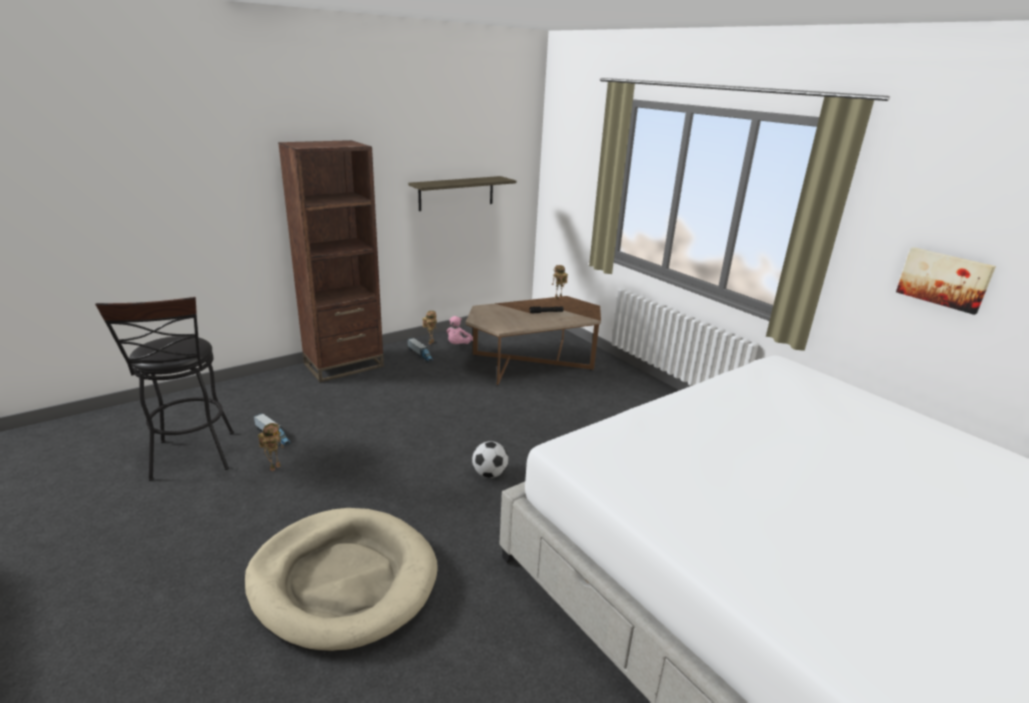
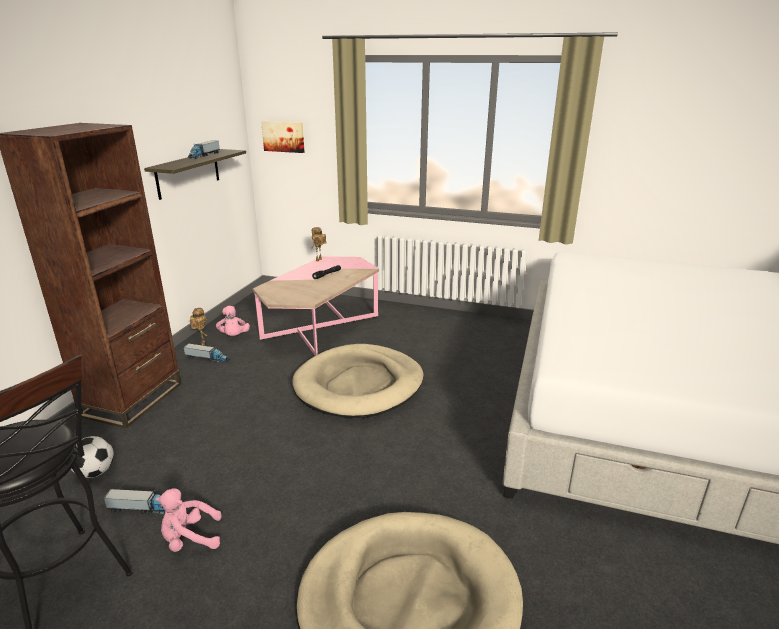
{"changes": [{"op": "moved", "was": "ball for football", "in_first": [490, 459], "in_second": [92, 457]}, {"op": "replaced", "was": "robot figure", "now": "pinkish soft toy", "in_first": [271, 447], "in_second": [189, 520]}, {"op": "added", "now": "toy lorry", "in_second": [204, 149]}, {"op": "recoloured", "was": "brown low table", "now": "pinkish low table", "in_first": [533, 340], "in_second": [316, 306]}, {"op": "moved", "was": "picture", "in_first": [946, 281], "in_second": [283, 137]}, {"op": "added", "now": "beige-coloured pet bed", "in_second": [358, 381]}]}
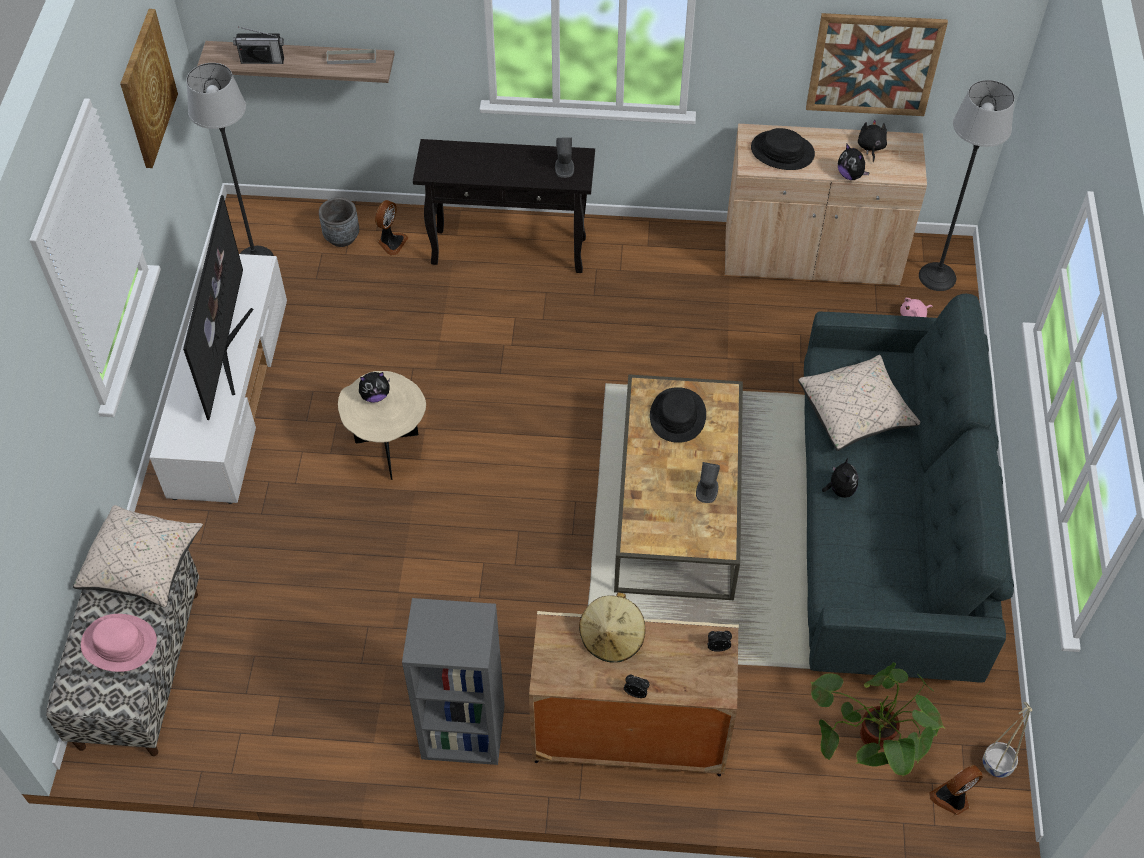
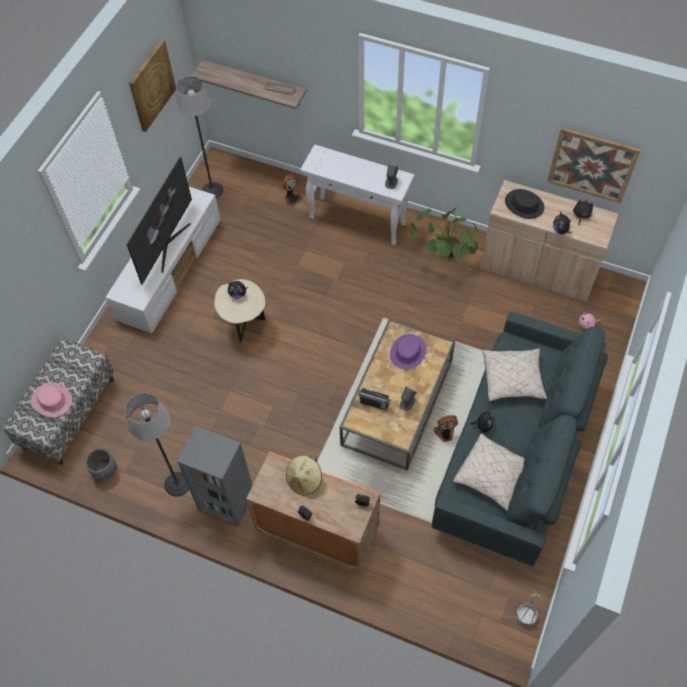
{"changes": [{"op": "moved", "was": "gray flower pot", "in_first": [339, 222], "in_second": [101, 464]}, {"op": "moved", "was": "standard lamp", "in_first": [967, 185], "in_second": [157, 445]}, {"op": "recoloured", "was": "beige-coloured cupboard", "now": "orange-coloured cupboard", "in_first": [634, 693], "in_second": [313, 511]}, {"op": "recoloured", "was": "black console table", "now": "white-coloured console table", "in_first": [504, 206], "in_second": [357, 194]}, {"op": "moved", "was": "radio set", "in_first": [258, 45], "in_second": [374, 399]}, {"op": "recoloured", "was": "black wearable hat", "now": "purplish wearable hat", "in_first": [678, 415], "in_second": [408, 352]}, {"op": "moved", "was": "plant in a pot", "in_first": [878, 719], "in_second": [444, 234]}, {"op": "moved", "was": "fan", "in_first": [956, 790], "in_second": [446, 428]}, {"op": "moved", "was": "beige-coloured pillow", "in_first": [138, 556], "in_second": [488, 472]}]}
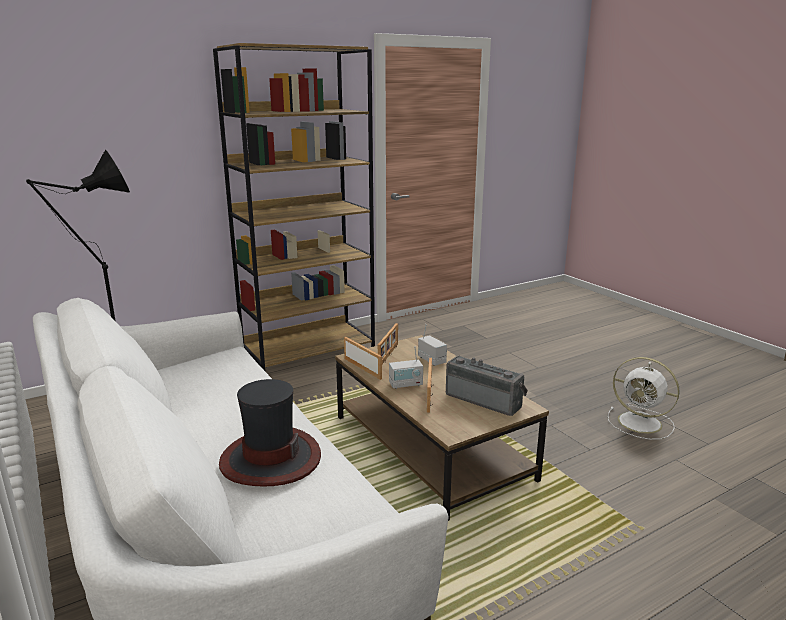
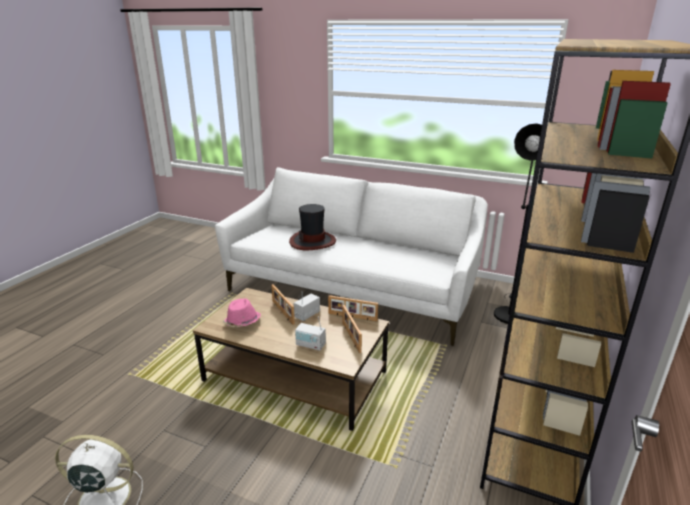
{"changes": [{"op": "replaced", "was": "radio set", "now": "pinkish wearable hat", "in_first": [487, 386], "in_second": [242, 312]}]}
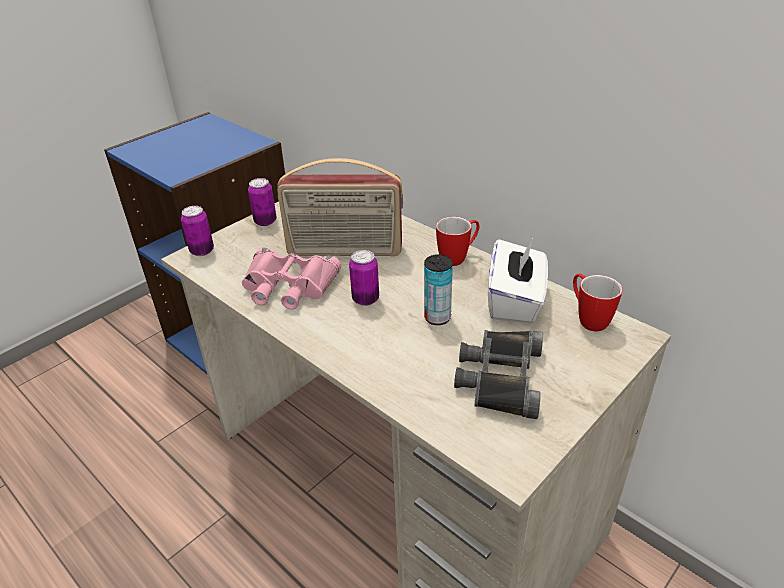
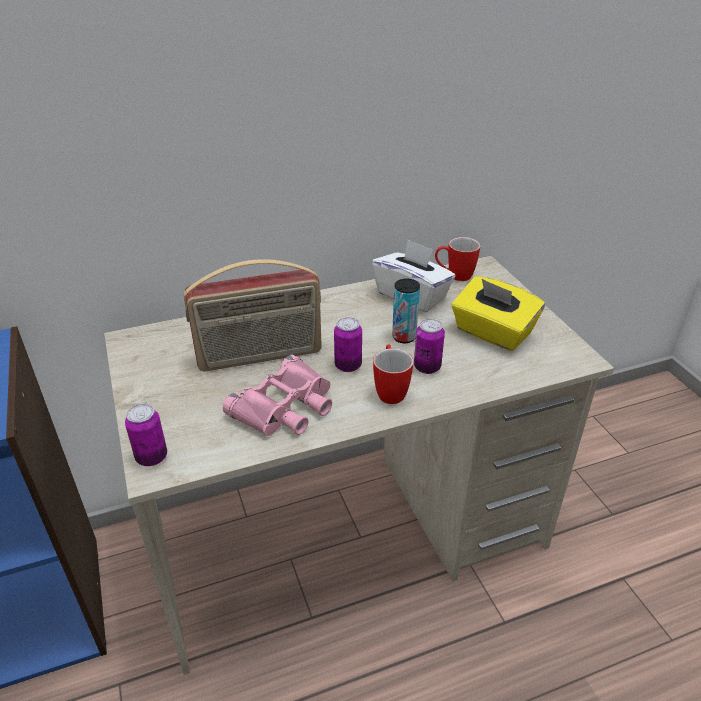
{"changes": [{"op": "turned", "was": "radio set", "in_first": [340, 207], "in_second": [253, 315], "clockwise": 45}, {"op": "moved", "was": "mug", "in_first": [457, 241], "in_second": [393, 374]}, {"op": "moved", "was": "metal can", "in_first": [262, 202], "in_second": [429, 346]}, {"op": "replaced", "was": "black binoculars", "now": "yellow box of tissues", "in_first": [498, 374], "in_second": [498, 314]}]}
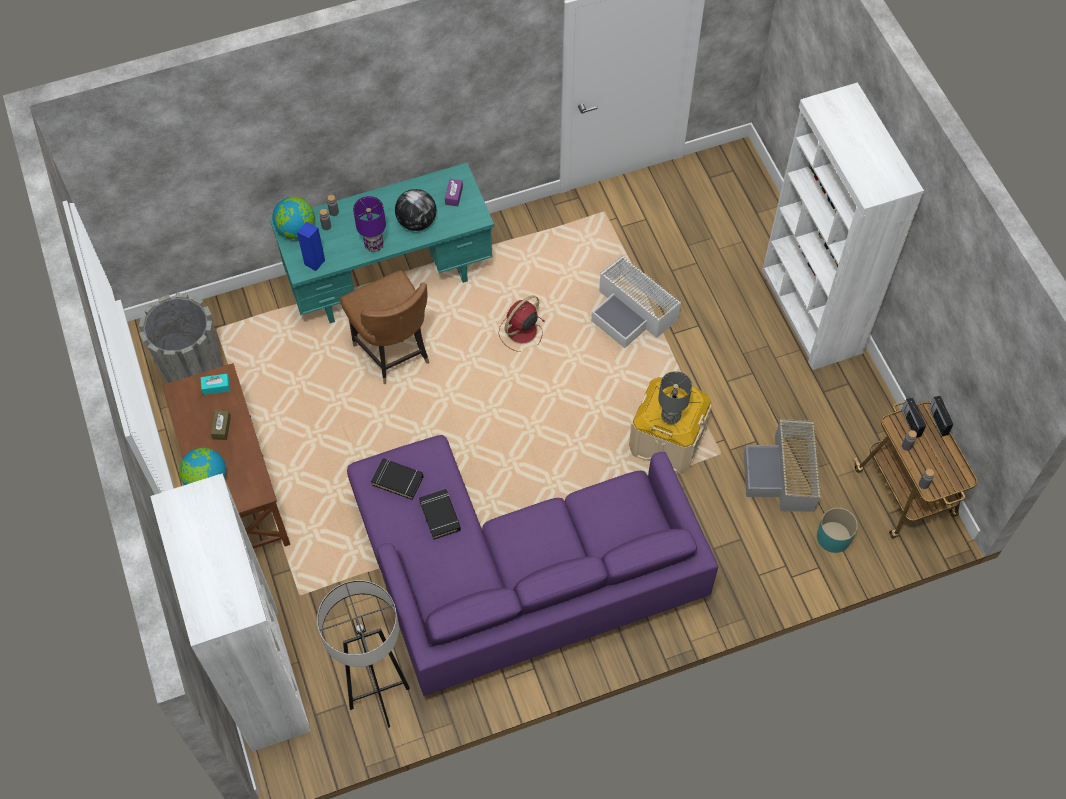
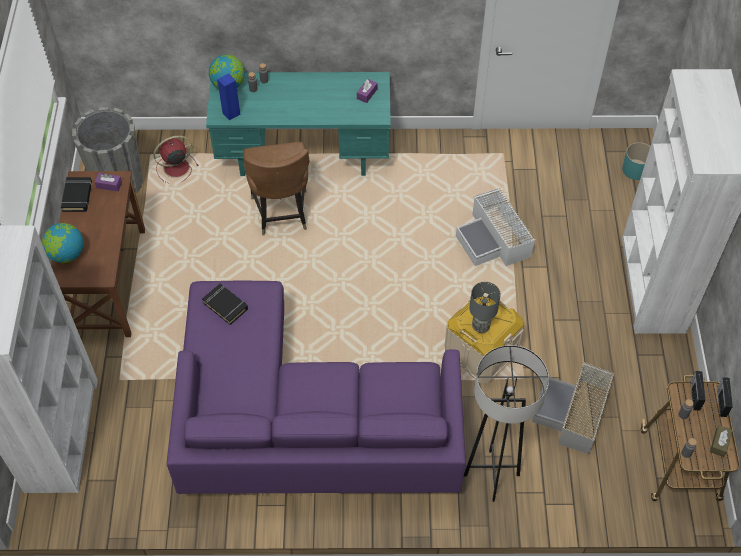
{"changes": [{"op": "moved", "was": "black volume", "in_first": [440, 514], "in_second": [76, 194]}, {"op": "recoloured", "was": "blue-green box of tissues", "now": "purplish box of tissues", "in_first": [215, 384], "in_second": [108, 182]}, {"op": "moved", "was": "red-coloured fan", "in_first": [522, 323], "in_second": [175, 159]}, {"op": "moved", "was": "gray standard lamp", "in_first": [363, 654], "in_second": [506, 423]}, {"op": "moved", "was": "blue-green flower pot", "in_first": [837, 530], "in_second": [636, 161]}, {"op": "moved", "was": "brown box of tissues", "in_first": [220, 425], "in_second": [721, 441]}, {"op": "removed", "was": "purplish table lamp", "in_first": [369, 224]}, {"op": "removed", "was": "globe", "in_first": [415, 210]}]}
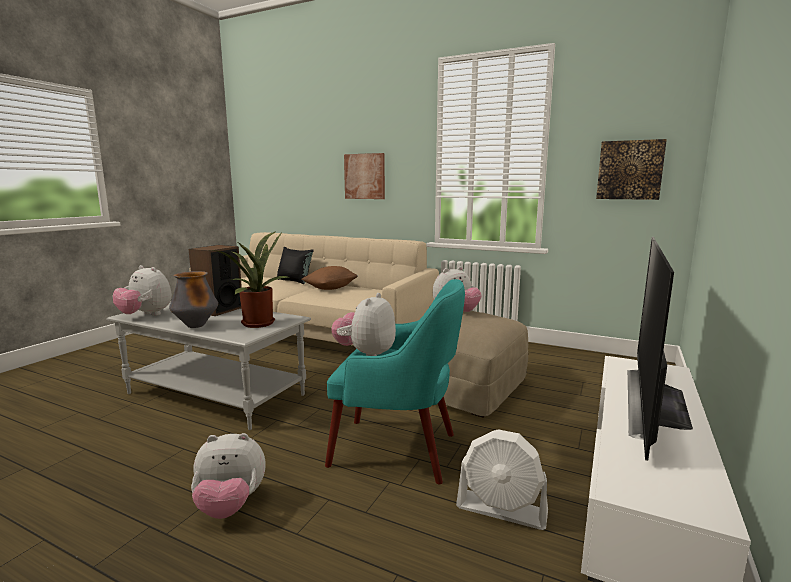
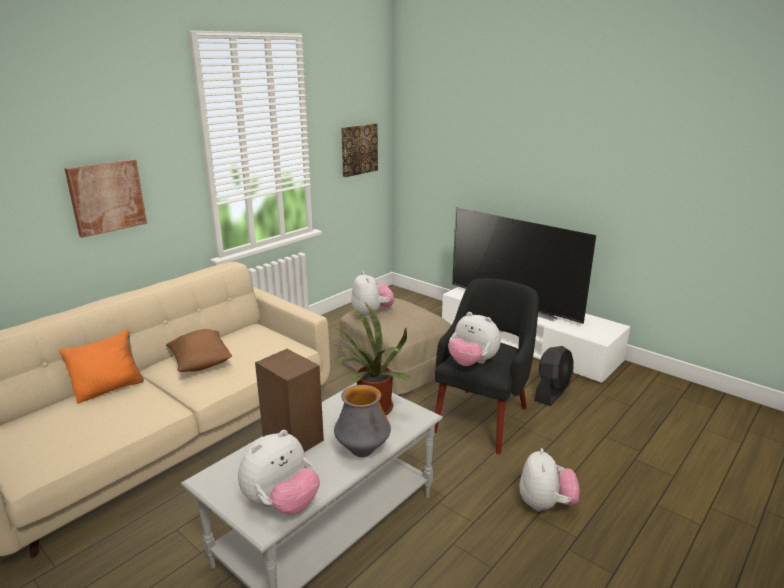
{"changes": [{"op": "recoloured", "was": "black pillow", "now": "orange-coloured pillow", "in_first": [295, 265], "in_second": [101, 366]}, {"op": "recoloured", "was": "blue-green armchair", "now": "black armchair", "in_first": [395, 381], "in_second": [487, 366]}, {"op": "recoloured", "was": "white-coloured fan", "now": "black fan", "in_first": [502, 479], "in_second": [554, 376]}]}
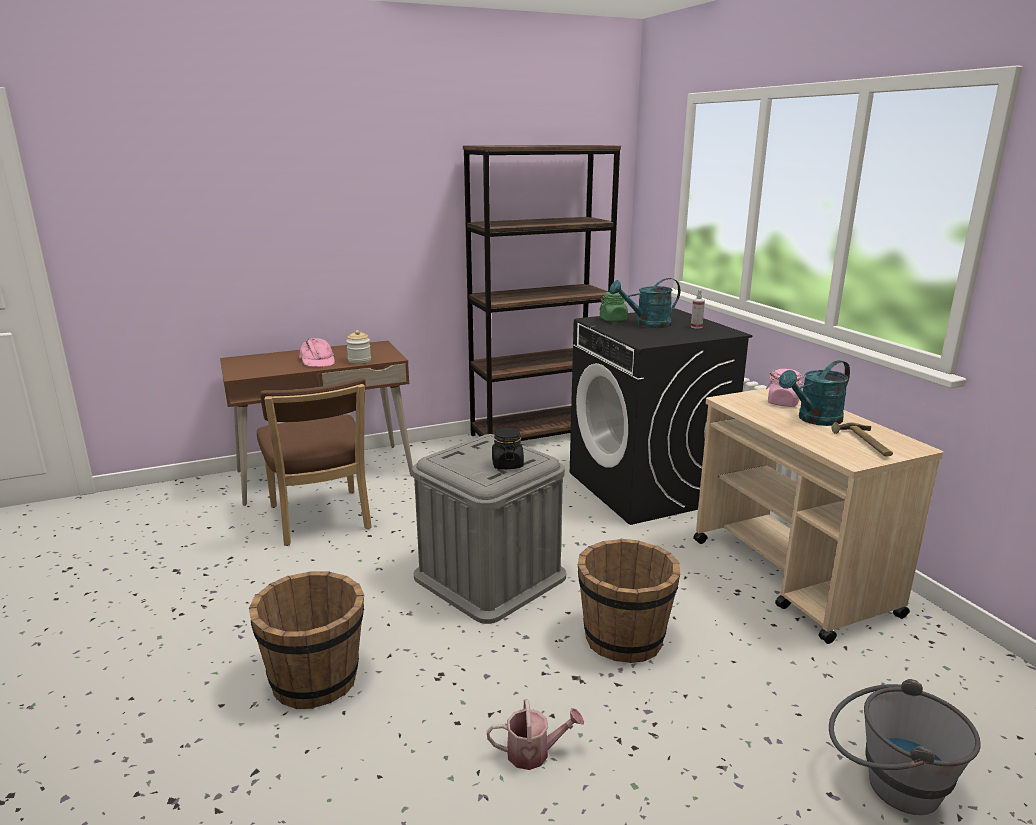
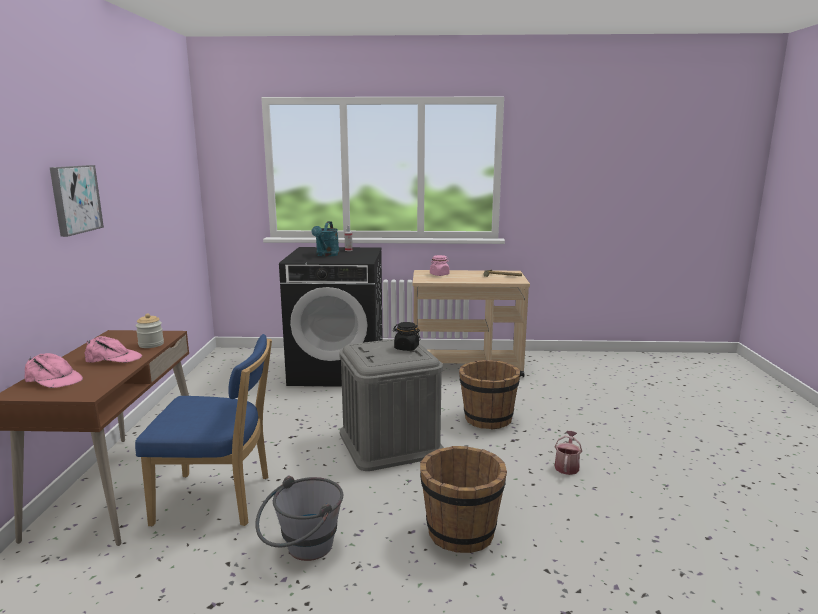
{"changes": [{"op": "added", "now": "pinkish baseball cap", "in_second": [54, 370]}, {"op": "added", "now": "picture", "in_second": [77, 201]}, {"op": "recoloured", "was": "brown upright chair", "now": "blue upright chair", "in_first": [314, 462], "in_second": [203, 430]}, {"op": "moved", "was": "gray bucket", "in_first": [905, 747], "in_second": [299, 518]}, {"op": "removed", "was": "brown bookshelf", "in_first": [542, 293]}, {"op": "removed", "was": "green preserve jar", "in_first": [613, 307]}, {"op": "removed", "was": "blue-green watering pot", "in_first": [814, 393]}]}
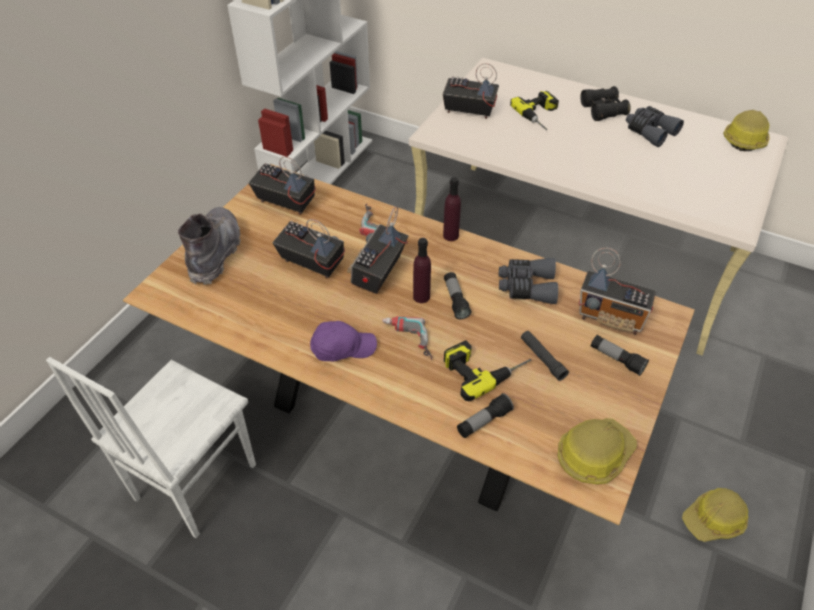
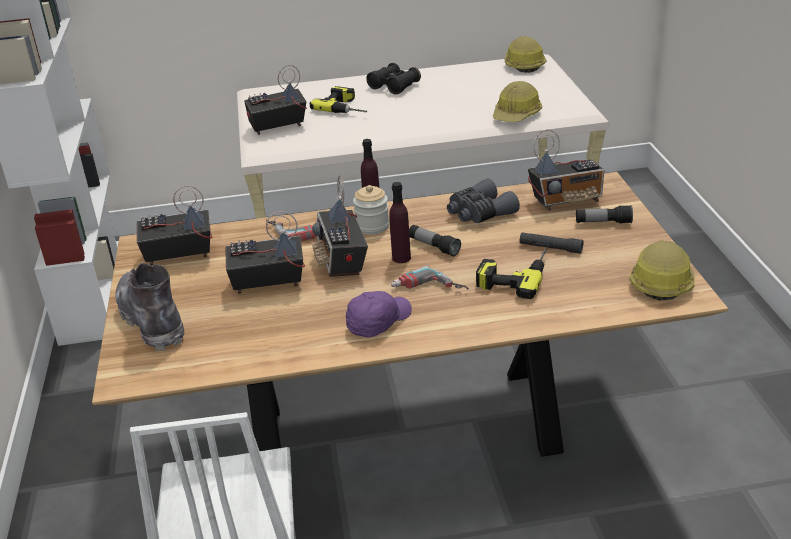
{"changes": [{"op": "added", "now": "preserve jar", "in_second": [371, 210]}, {"op": "moved", "was": "hard hat", "in_first": [715, 515], "in_second": [517, 101]}, {"op": "removed", "was": "flashlight", "in_first": [485, 415]}, {"op": "removed", "was": "gray binoculars", "in_first": [655, 126]}]}
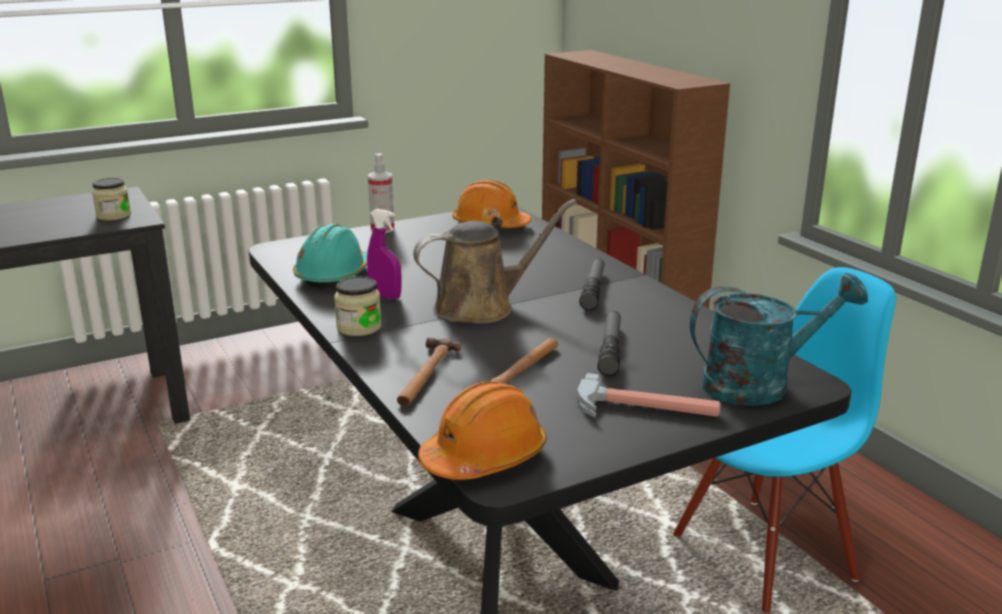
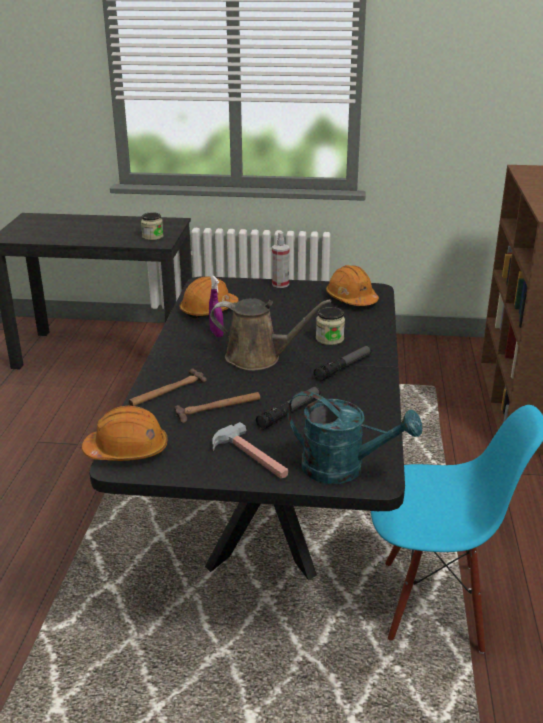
{"changes": [{"op": "recoloured", "was": "blue-green hard hat", "now": "orange-coloured hard hat", "in_first": [330, 256], "in_second": [209, 297]}, {"op": "moved", "was": "preserve jar", "in_first": [358, 306], "in_second": [330, 326]}]}
